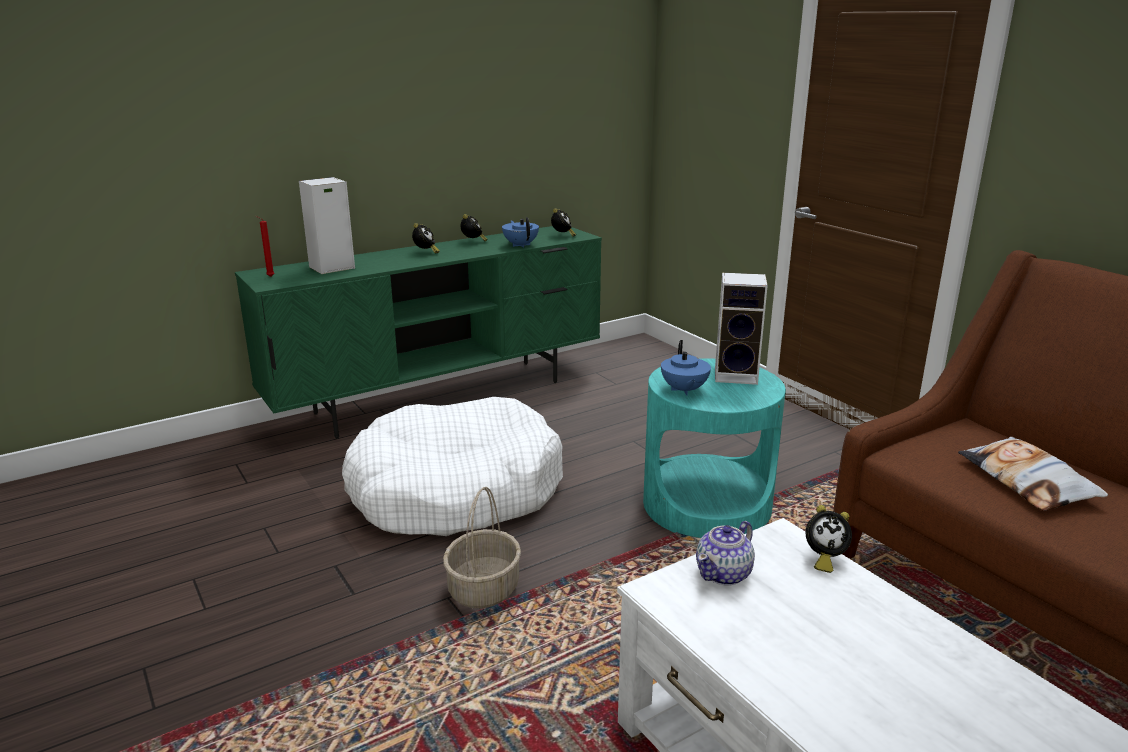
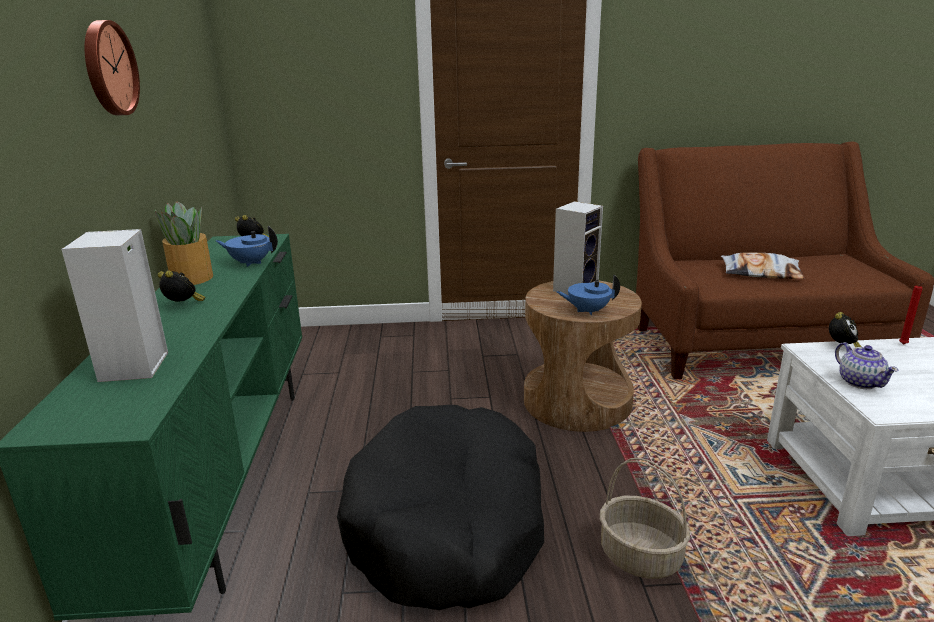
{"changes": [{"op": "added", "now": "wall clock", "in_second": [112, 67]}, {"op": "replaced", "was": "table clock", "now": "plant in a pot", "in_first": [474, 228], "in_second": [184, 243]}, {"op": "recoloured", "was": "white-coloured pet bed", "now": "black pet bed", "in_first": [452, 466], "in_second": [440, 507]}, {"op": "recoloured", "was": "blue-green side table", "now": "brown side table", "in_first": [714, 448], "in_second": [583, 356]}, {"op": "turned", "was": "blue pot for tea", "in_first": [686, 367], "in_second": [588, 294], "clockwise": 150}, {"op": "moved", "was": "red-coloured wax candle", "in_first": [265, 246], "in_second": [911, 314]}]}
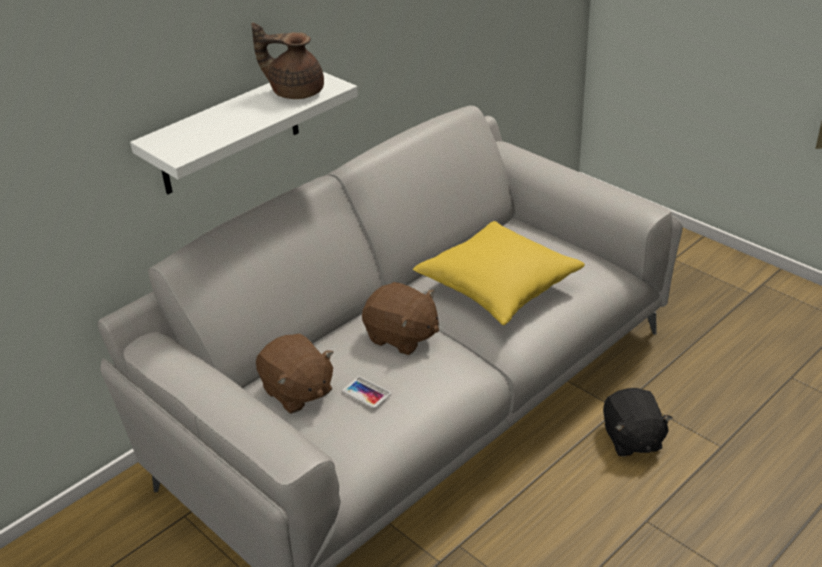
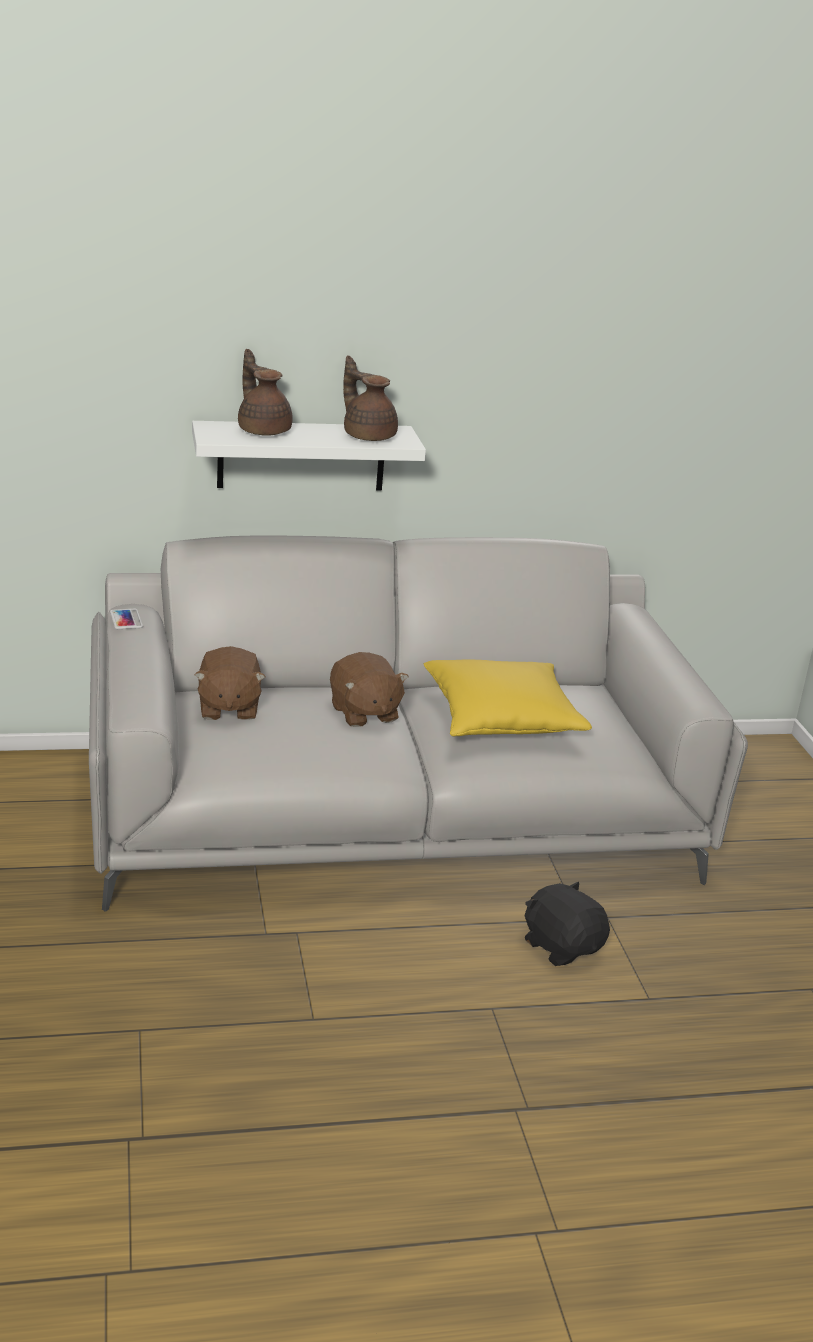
{"changes": [{"op": "moved", "was": "telephone", "in_first": [366, 392], "in_second": [126, 619]}, {"op": "added", "now": "brown pot for tea", "in_second": [265, 392]}, {"op": "turned", "was": "black soft toy", "in_first": [638, 422], "in_second": [567, 924], "clockwise": 120}]}
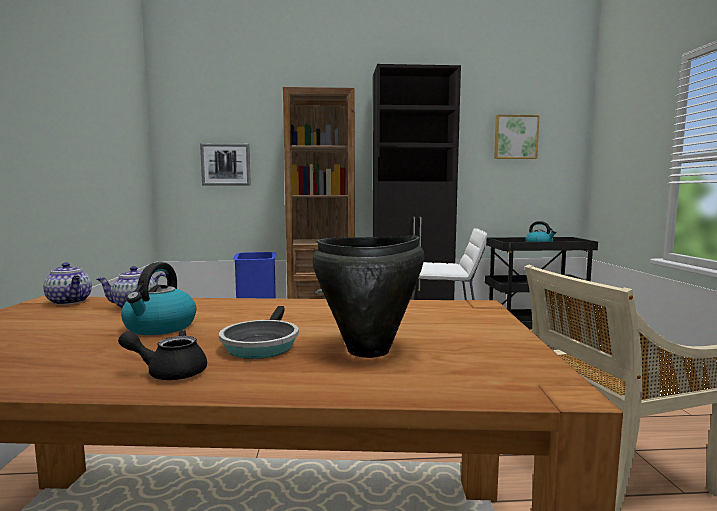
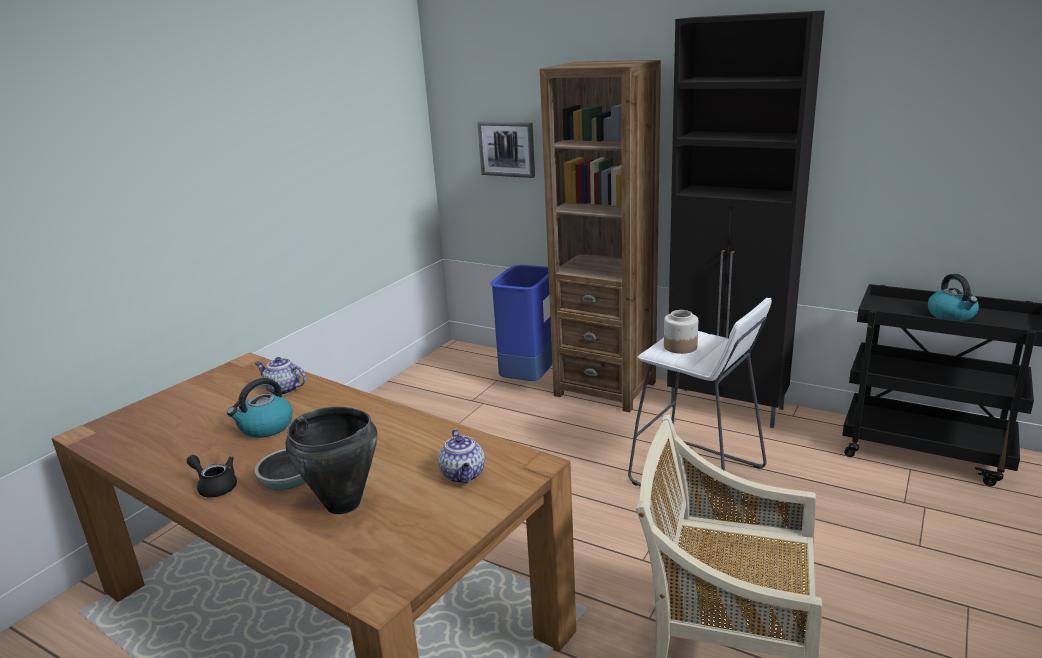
{"changes": [{"op": "moved", "was": "pot for tea", "in_first": [67, 283], "in_second": [461, 456]}, {"op": "added", "now": "preserve jar", "in_second": [681, 332]}, {"op": "removed", "was": "picture", "in_first": [517, 137]}]}
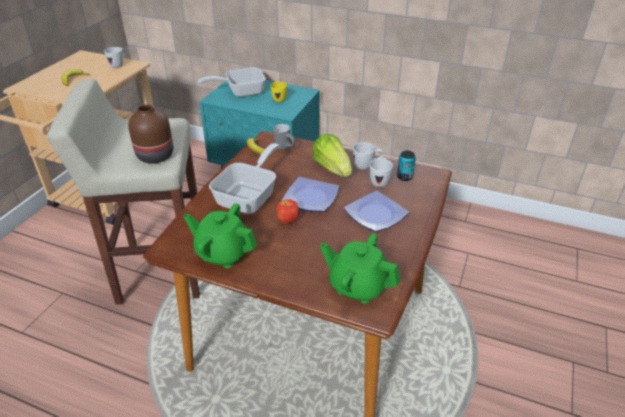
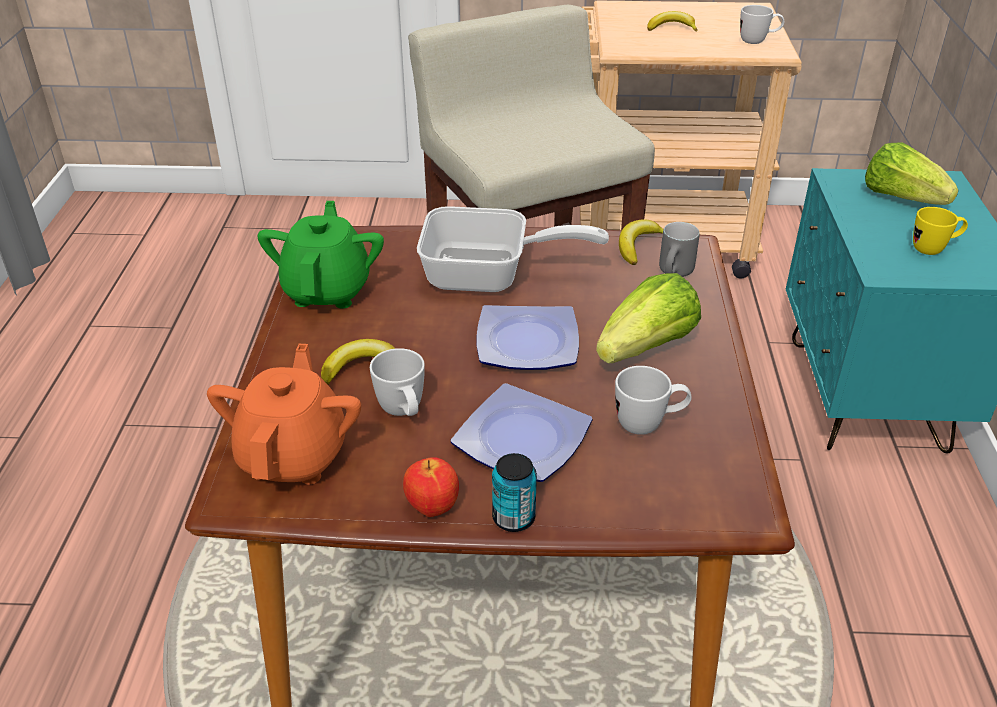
{"changes": [{"op": "recoloured", "was": "green pot for tea", "now": "orange-coloured pot for tea", "in_first": [360, 268], "in_second": [284, 414]}, {"op": "added", "now": "banana fruit", "in_second": [358, 362]}, {"op": "moved", "was": "white-coloured mug", "in_first": [368, 156], "in_second": [397, 382]}, {"op": "moved", "was": "apple fruit", "in_first": [287, 211], "in_second": [431, 487]}, {"op": "moved", "was": "metal can", "in_first": [406, 166], "in_second": [514, 492]}, {"op": "replaced", "was": "pan", "now": "lettuce head", "in_first": [232, 82], "in_second": [911, 173]}, {"op": "removed", "was": "brown vase", "in_first": [150, 133]}]}
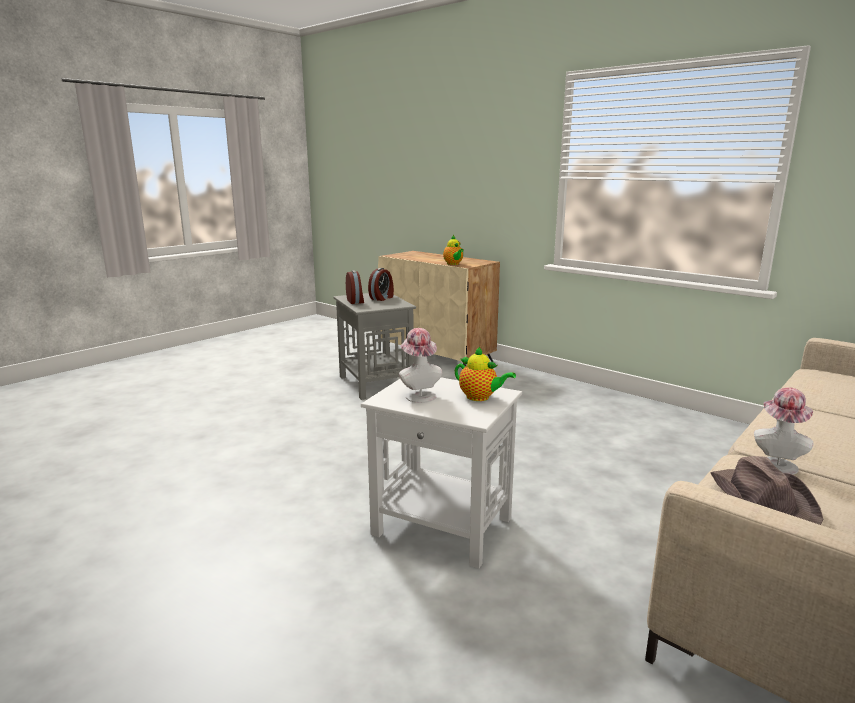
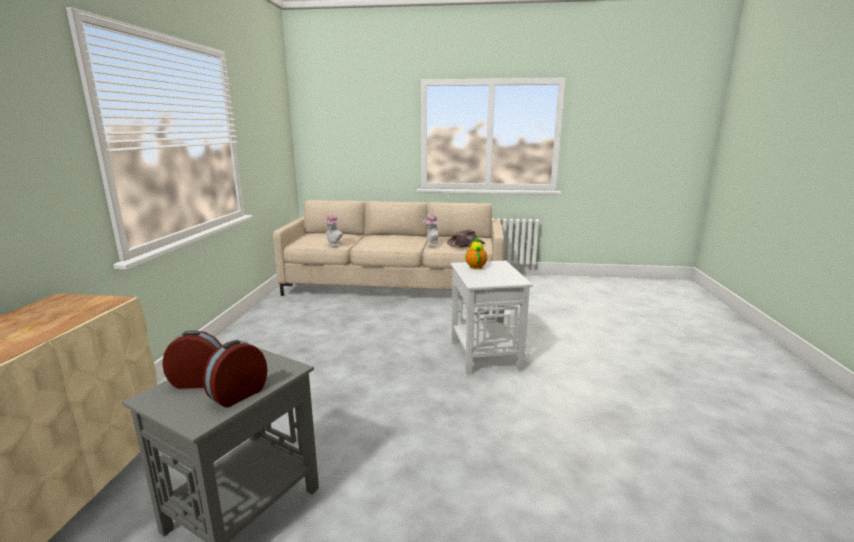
{"changes": [{"op": "moved", "was": "wearable hat", "in_first": [420, 365], "in_second": [333, 230]}, {"op": "removed", "was": "pot for tea", "in_first": [453, 250]}]}
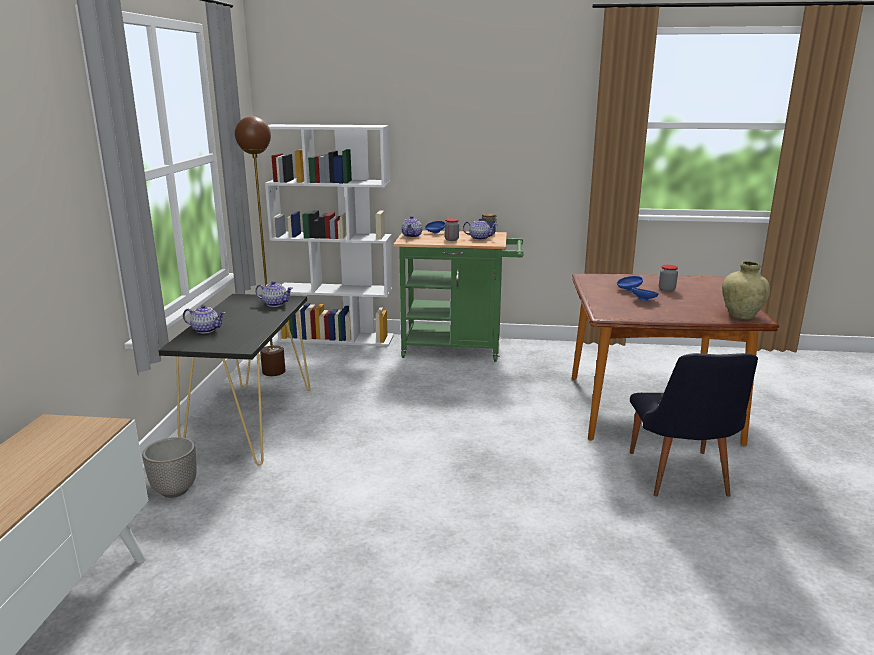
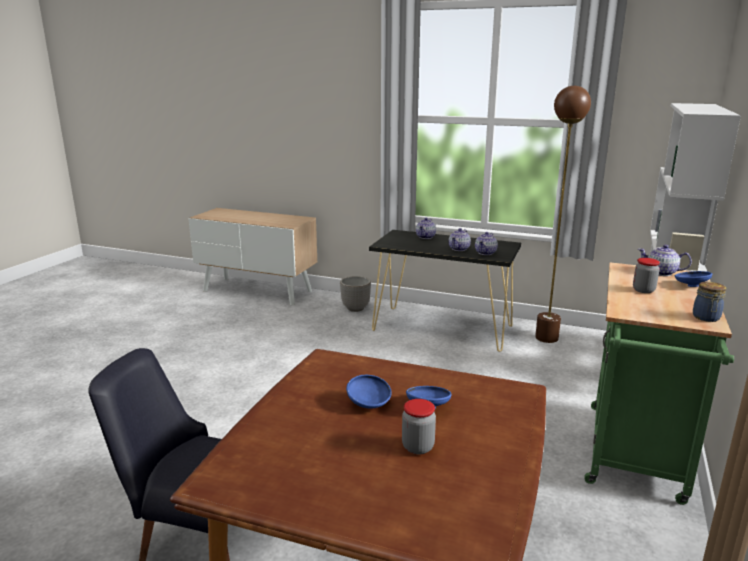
{"changes": [{"op": "moved", "was": "pot for tea", "in_first": [480, 229], "in_second": [460, 239]}, {"op": "removed", "was": "beige-coloured vase", "in_first": [746, 290]}]}
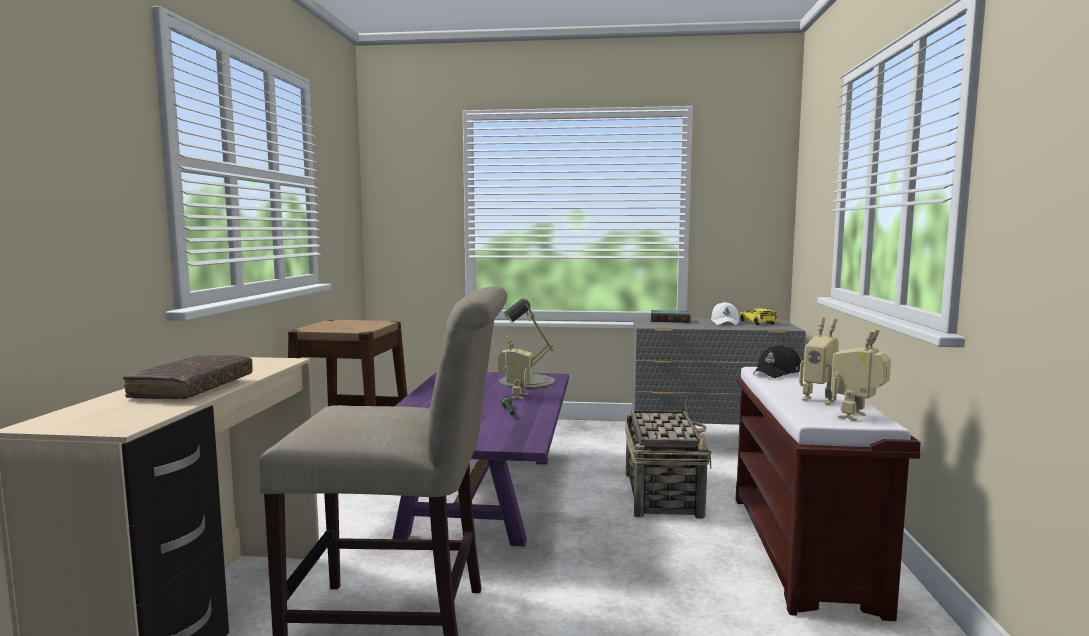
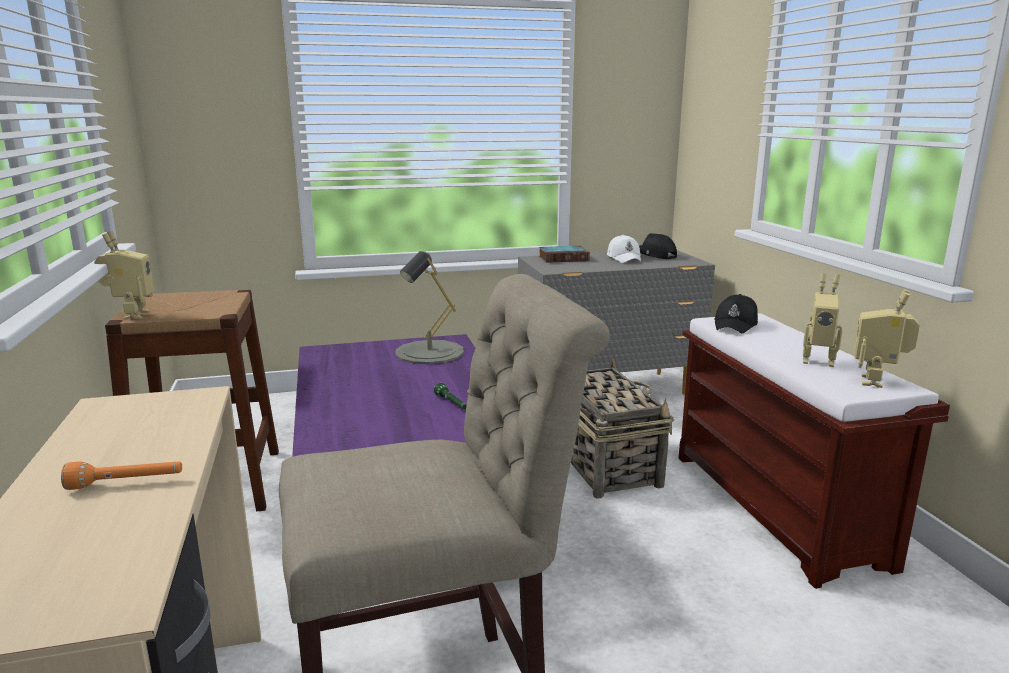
{"changes": [{"op": "replaced", "was": "brown volume", "now": "orange-coloured flashlight", "in_first": [188, 377], "in_second": [121, 476]}, {"op": "moved", "was": "robot figure", "in_first": [515, 367], "in_second": [124, 275]}, {"op": "replaced", "was": "yellow toy car", "now": "black baseball cap", "in_first": [758, 316], "in_second": [658, 246]}]}
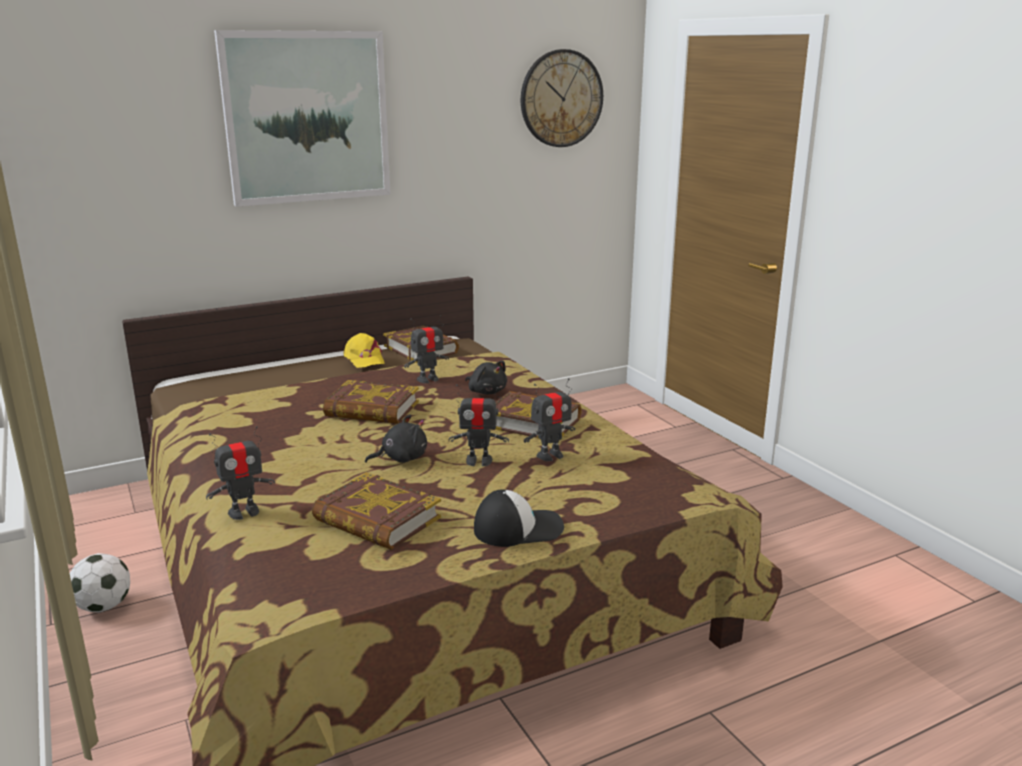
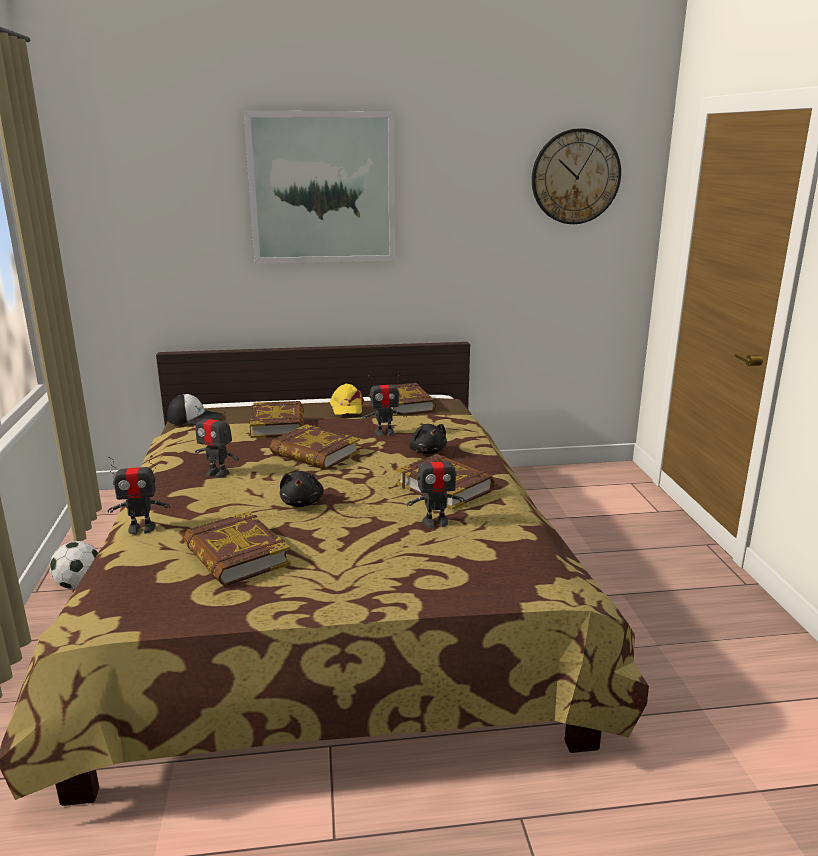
{"changes": [{"op": "moved", "was": "baseball cap", "in_first": [519, 518], "in_second": [194, 409]}, {"op": "moved", "was": "robot figure", "in_first": [479, 425], "in_second": [217, 442]}, {"op": "added", "now": "volume", "in_second": [276, 419]}, {"op": "turned", "was": "black soft toy", "in_first": [396, 439], "in_second": [302, 489], "clockwise": 90}]}
